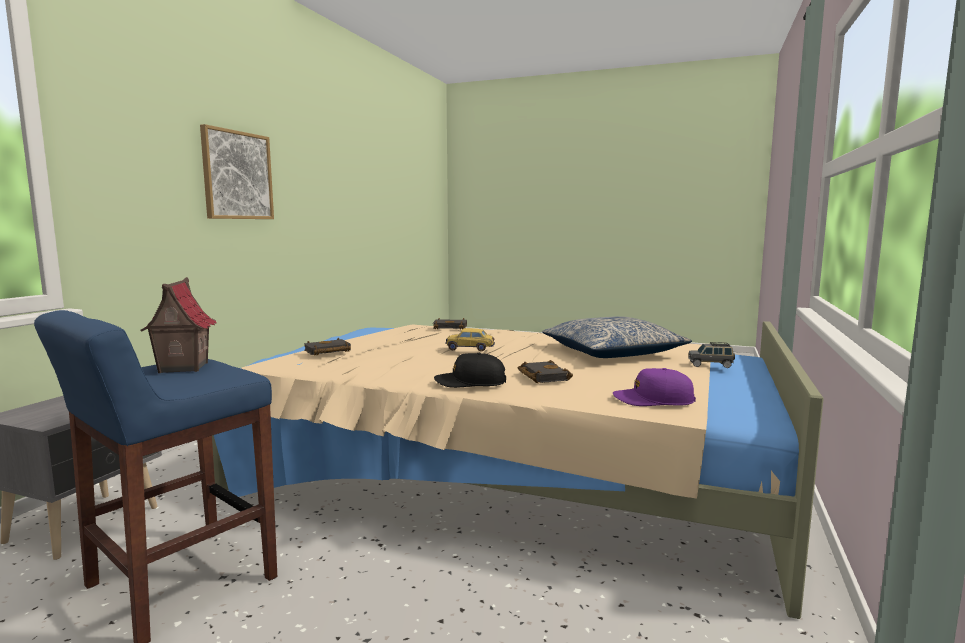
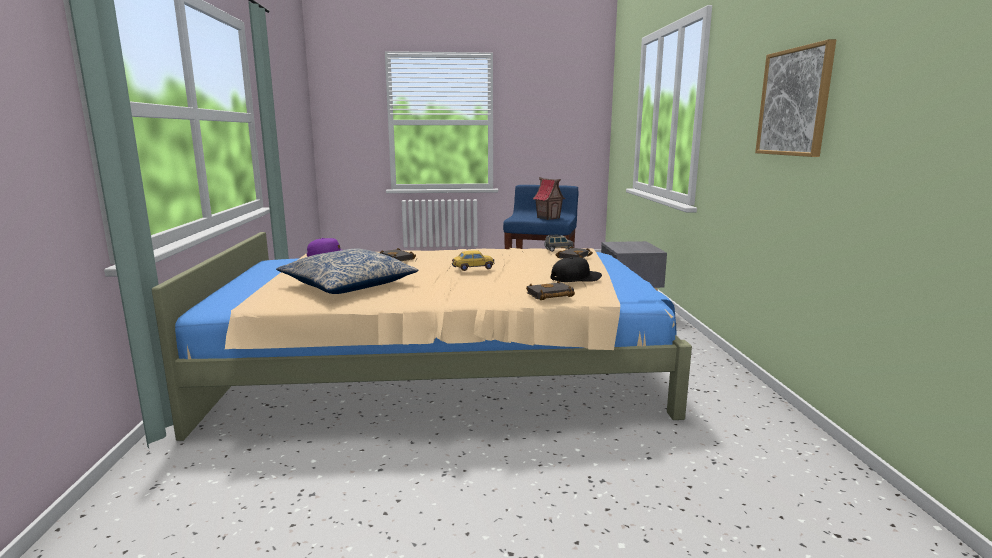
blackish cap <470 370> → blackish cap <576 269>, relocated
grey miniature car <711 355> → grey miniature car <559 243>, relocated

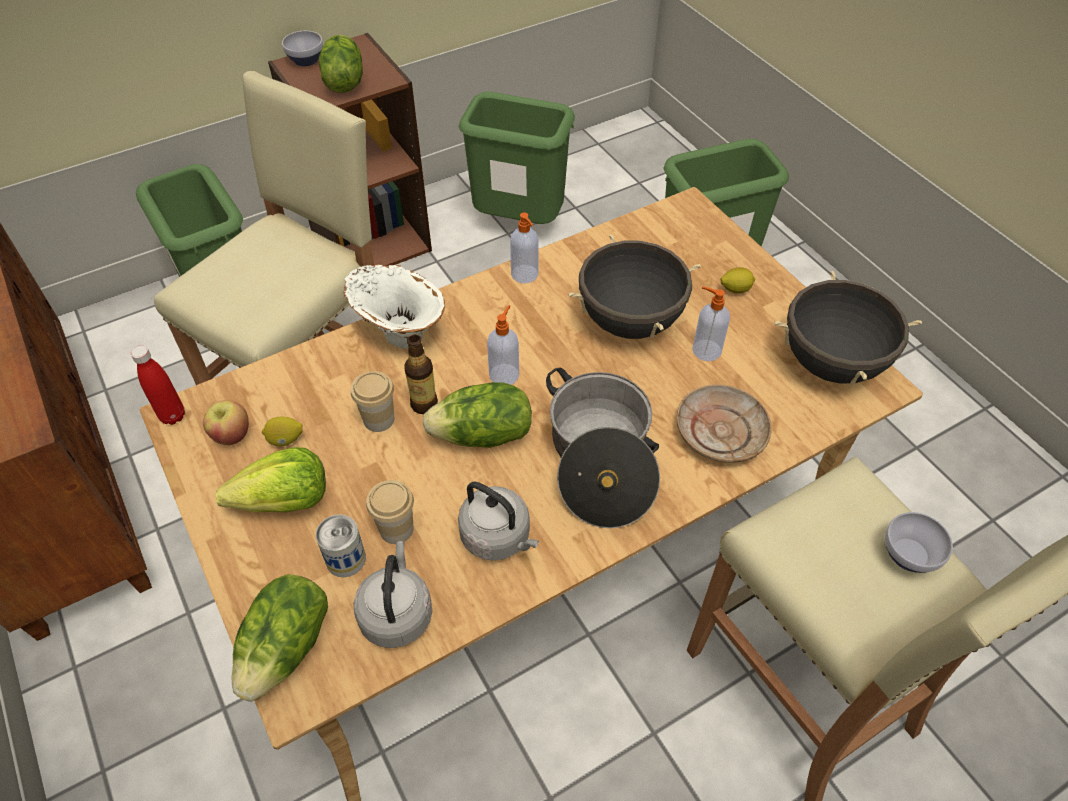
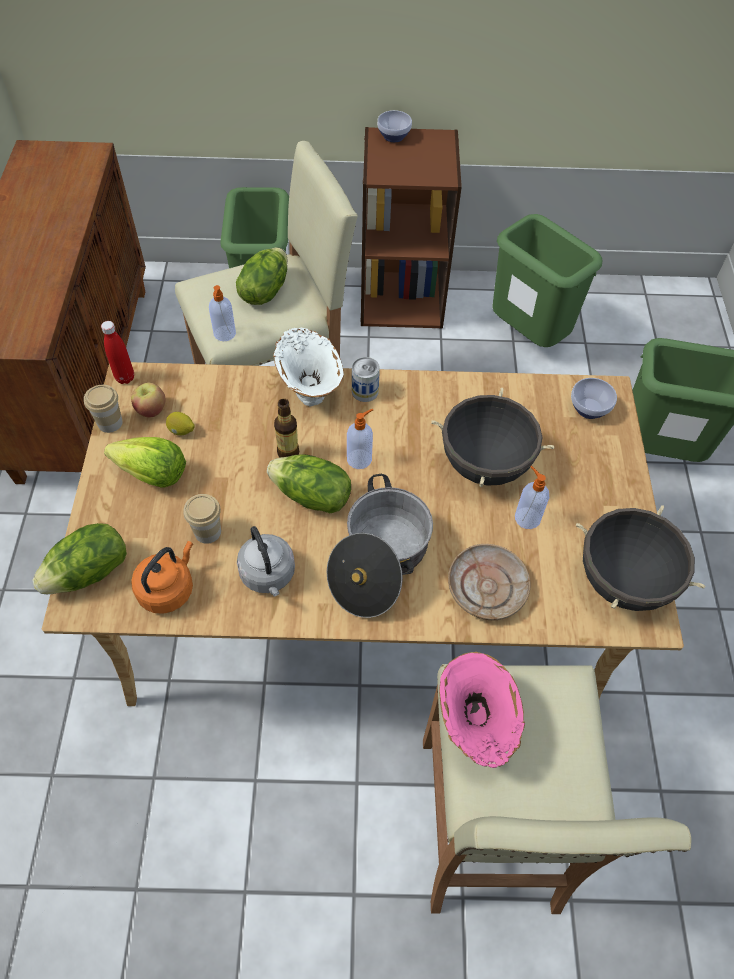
whole lemon <737 280> → -
- → pink flower vase <482 710>
can <341 545> → can <366 379>, relocated
lettuce <341 64> → lettuce <261 276>, relocated
small cup <372 401> → small cup <103 409>, relocated
liquid soap bottle <524 248> → liquid soap bottle <222 313>, relocated
serving bowl <919 542> → serving bowl <594 398>, relocated
grey water kettle <392 594> → orange-coloured water kettle <162 577>

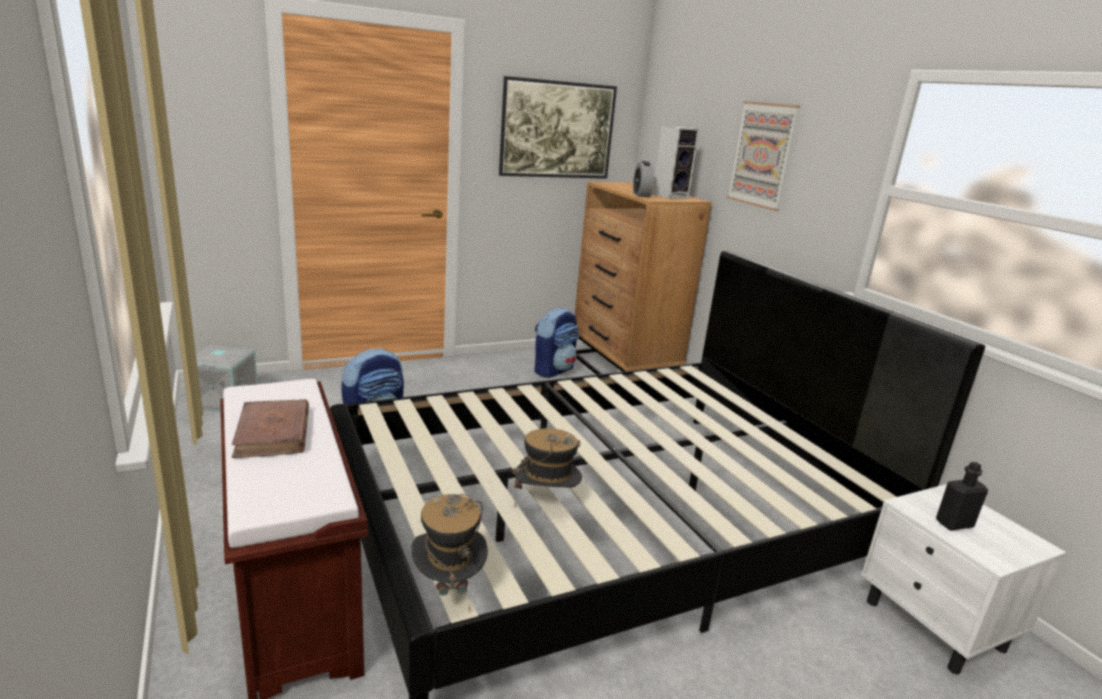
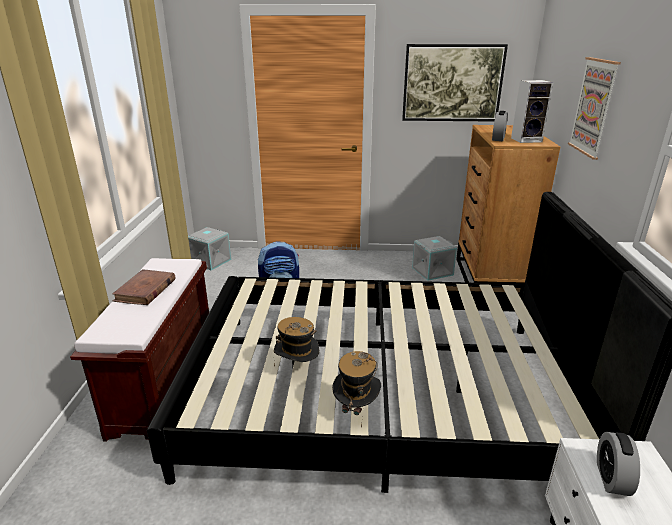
wearable hat <449 552> → wearable hat <356 389>, relocated
knapsack <556 342> → grey storage container <434 258>
blackish bottle <962 496> → bedside clock <618 464>

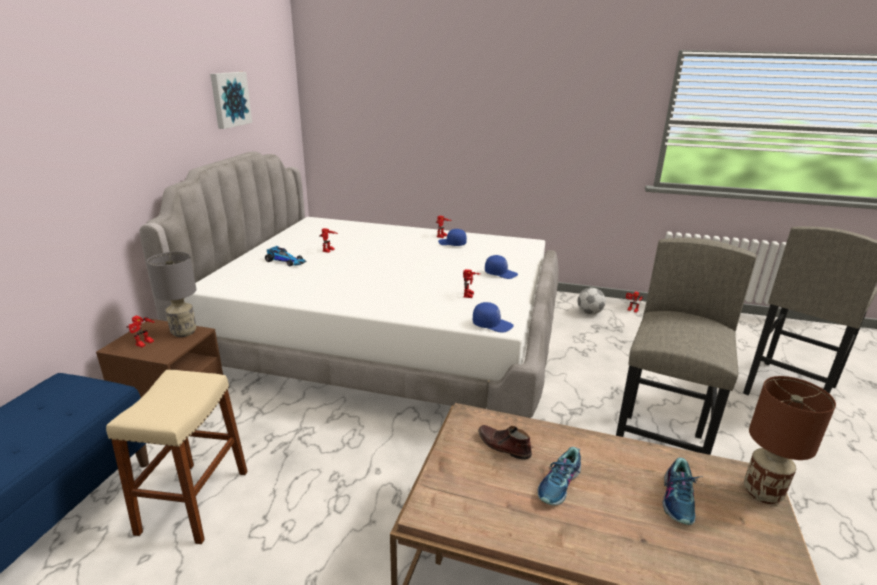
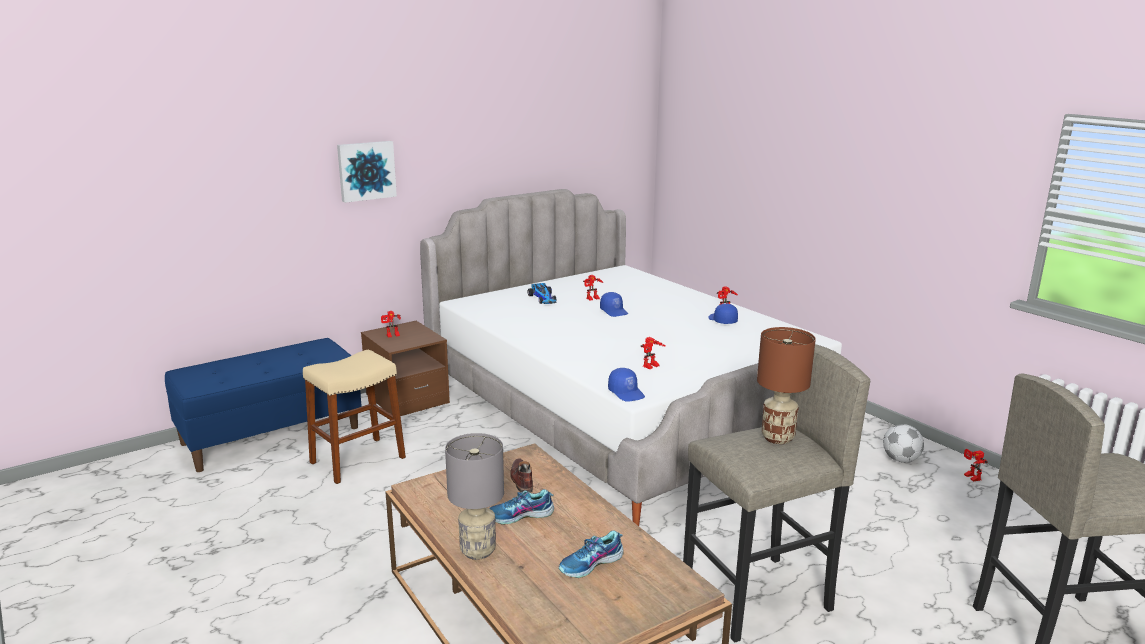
grey table lamp <171 294> → grey table lamp <474 496>, relocated
wall art <231 100> → wall art <367 172>, relocated
bluish cap <501 267> → bluish cap <614 304>, relocated
brown table lamp <790 440> → brown table lamp <786 385>, relocated

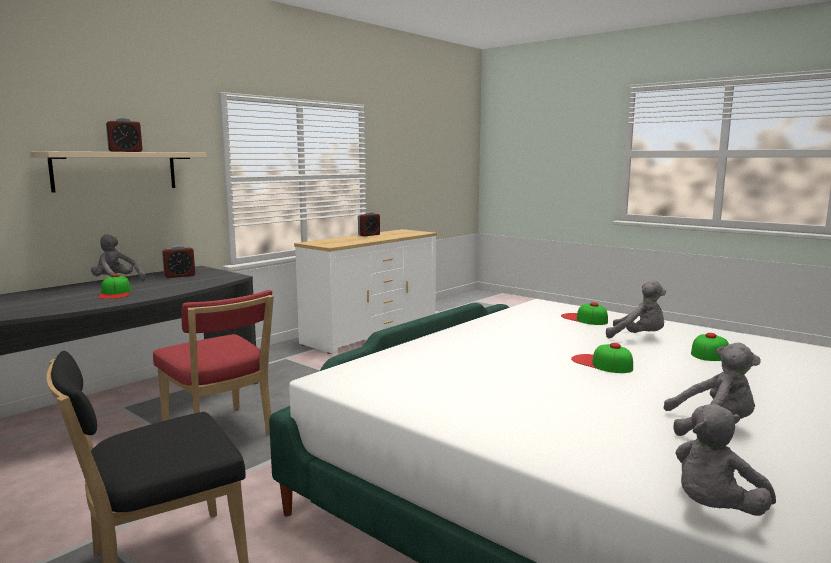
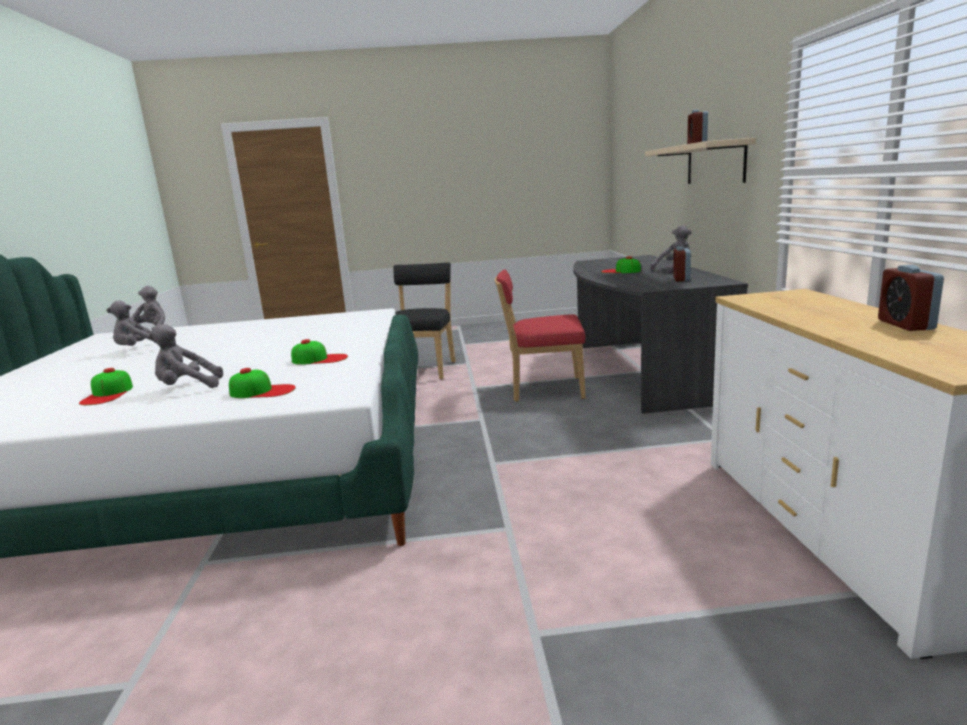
cap <602 358> → cap <319 352>, relocated

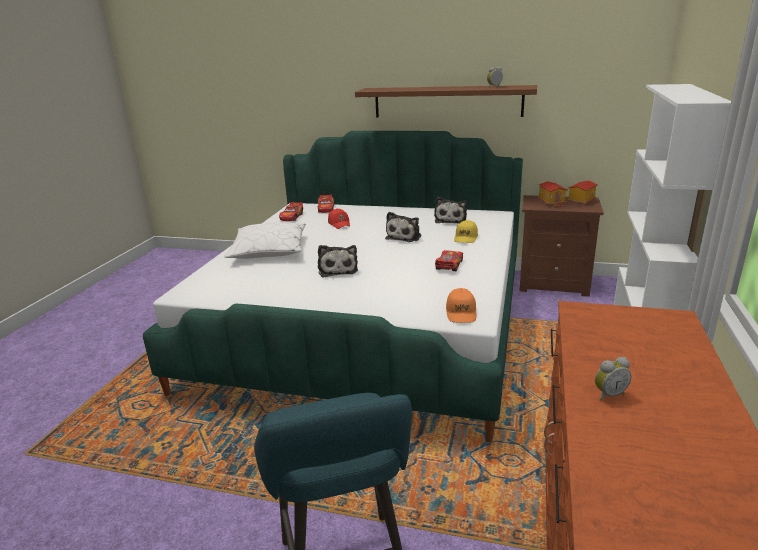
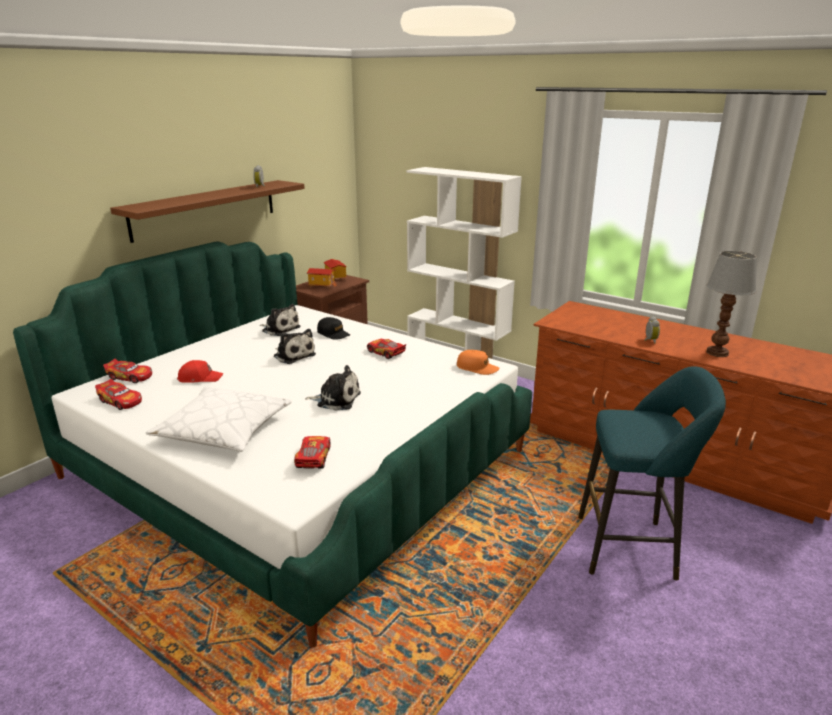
- → miniature car <312 452>
- → table lamp <731 304>
yellow cap <466 231> → blackish cap <333 328>

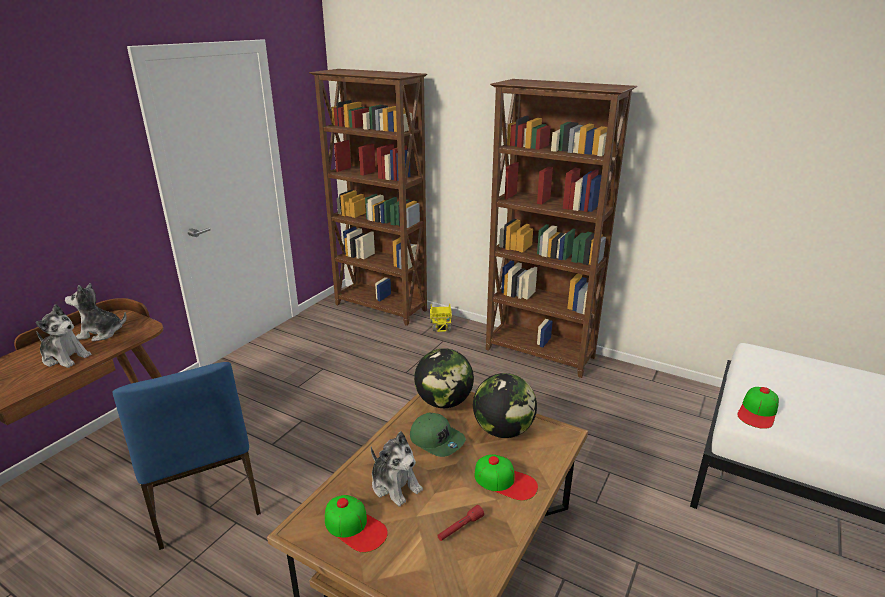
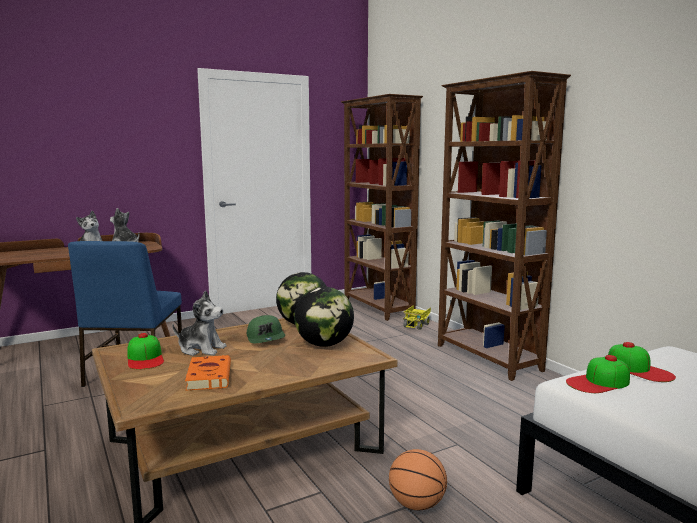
- → basketball <418 479>
cap <506 477> → cap <642 362>, relocated
red-coloured flashlight <460 523> → orange-coloured bound book <208 373>
soft toy <397 468> → soft toy <199 323>, 60 degrees counterclockwise

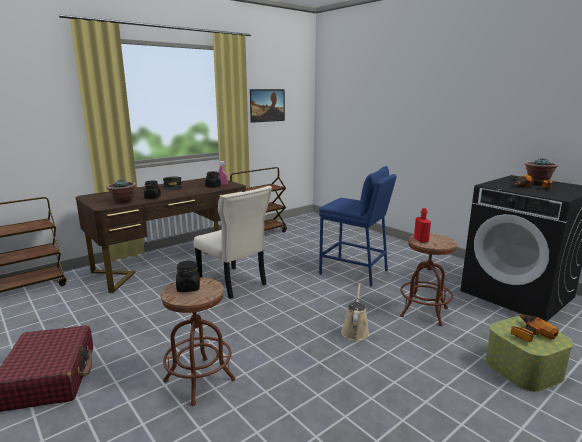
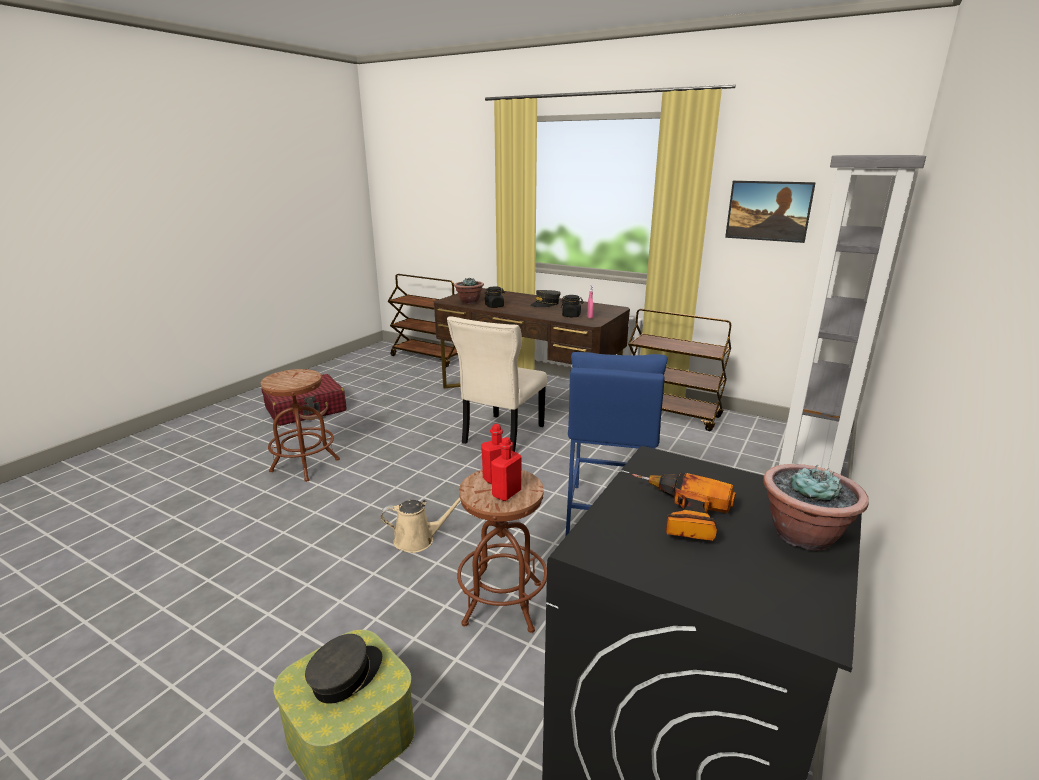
blackish storage jar <188 276> → -
- → red-coloured bottle <506 469>
- → grey shelving unit <851 315>
electric drill <535 327> → grey cap <343 669>

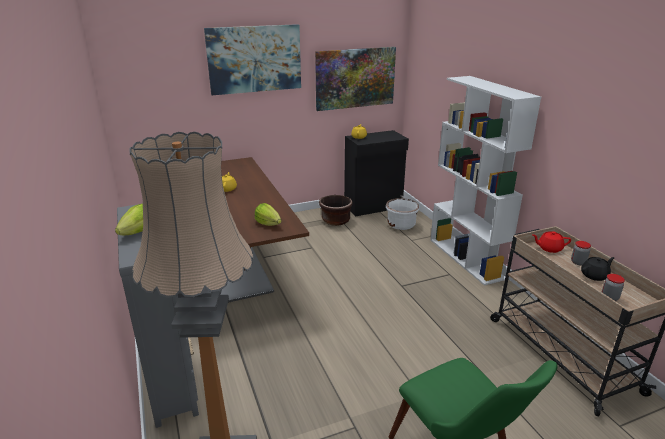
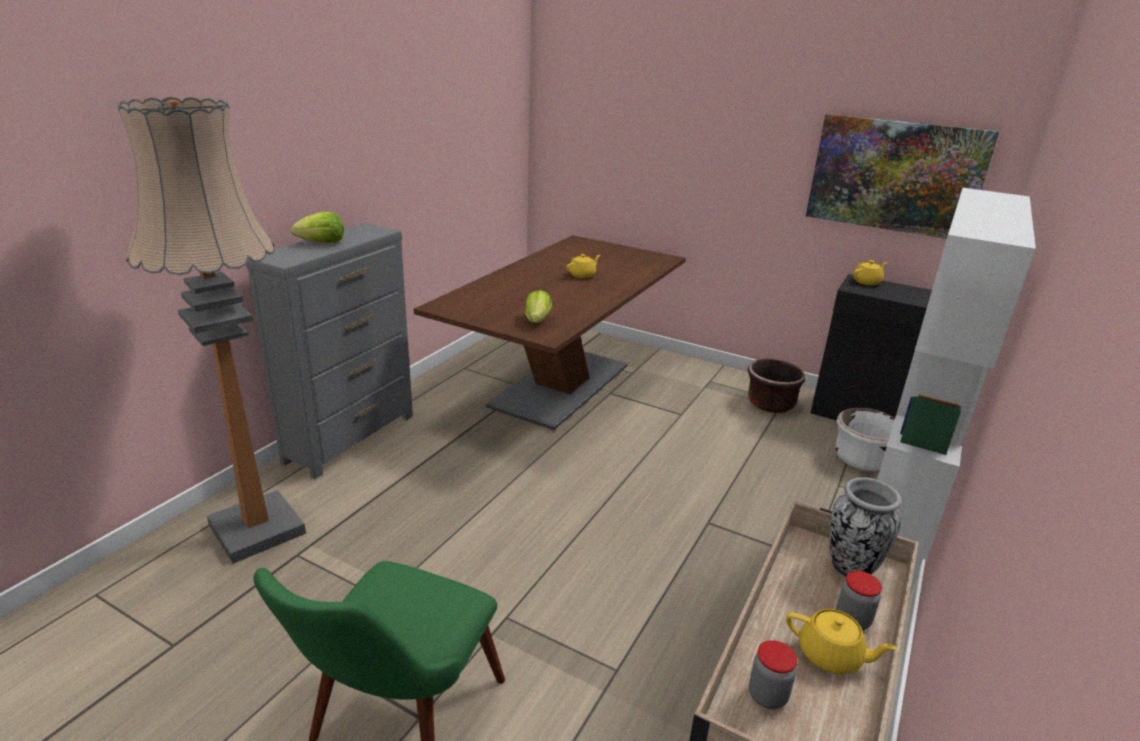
wall art <252 59> → -
red-coloured teapot <551 242> → flower vase <866 527>
blackish teapot <598 269> → yellow teapot <841 641>

